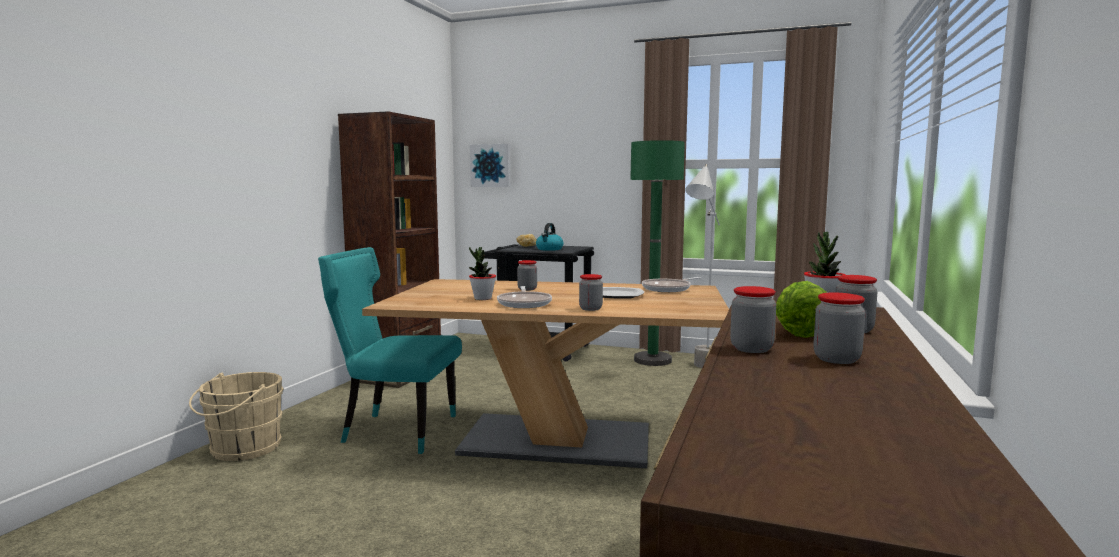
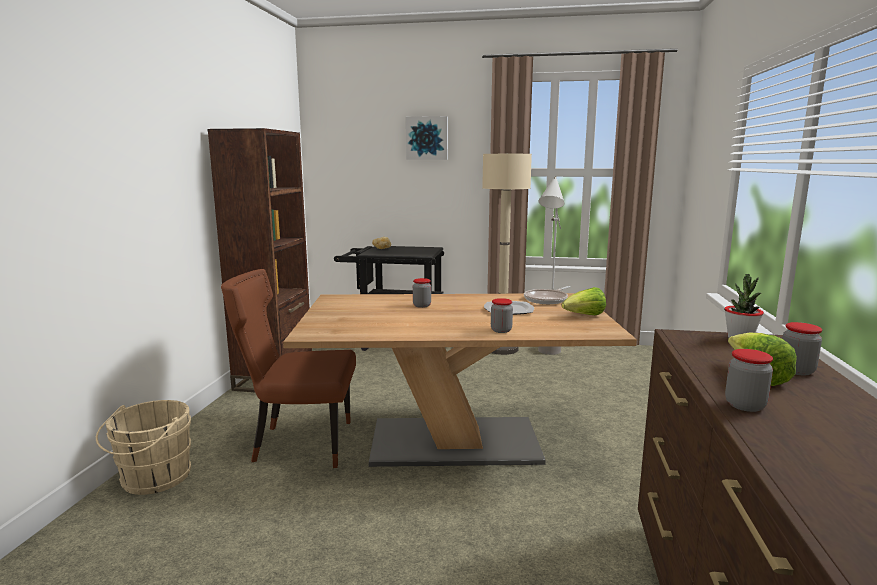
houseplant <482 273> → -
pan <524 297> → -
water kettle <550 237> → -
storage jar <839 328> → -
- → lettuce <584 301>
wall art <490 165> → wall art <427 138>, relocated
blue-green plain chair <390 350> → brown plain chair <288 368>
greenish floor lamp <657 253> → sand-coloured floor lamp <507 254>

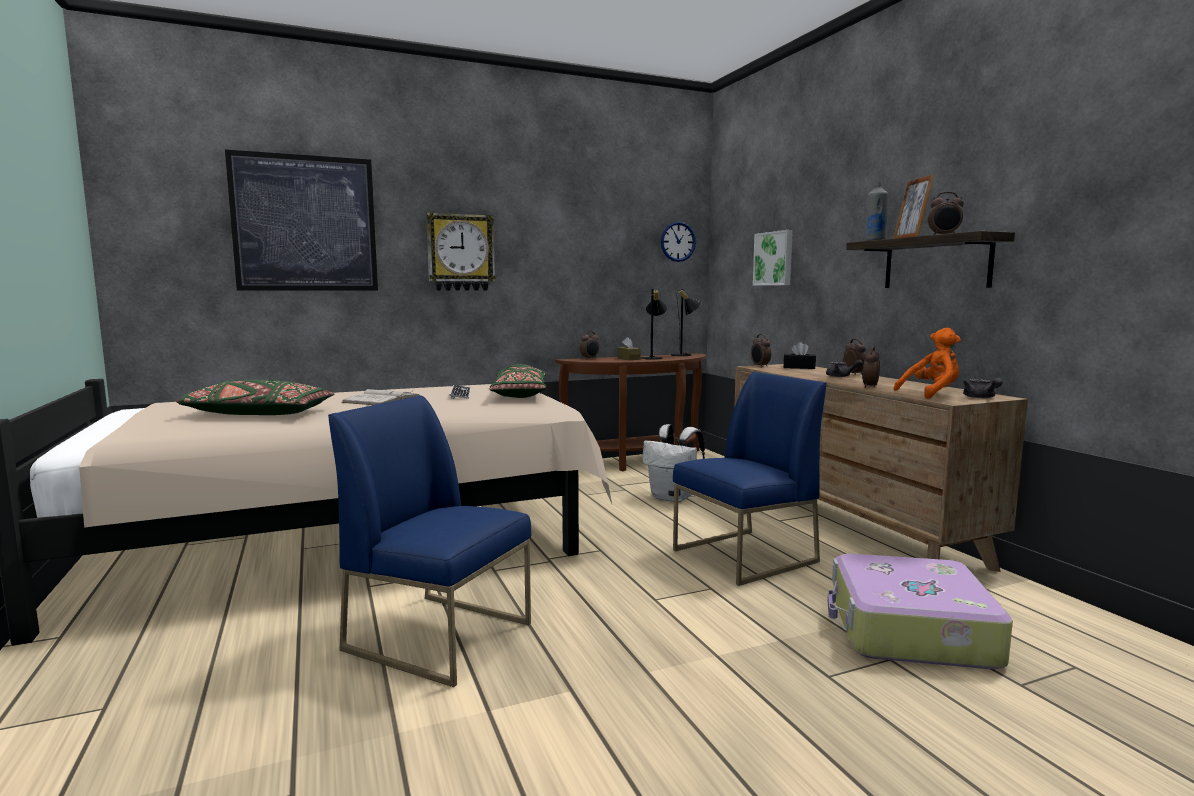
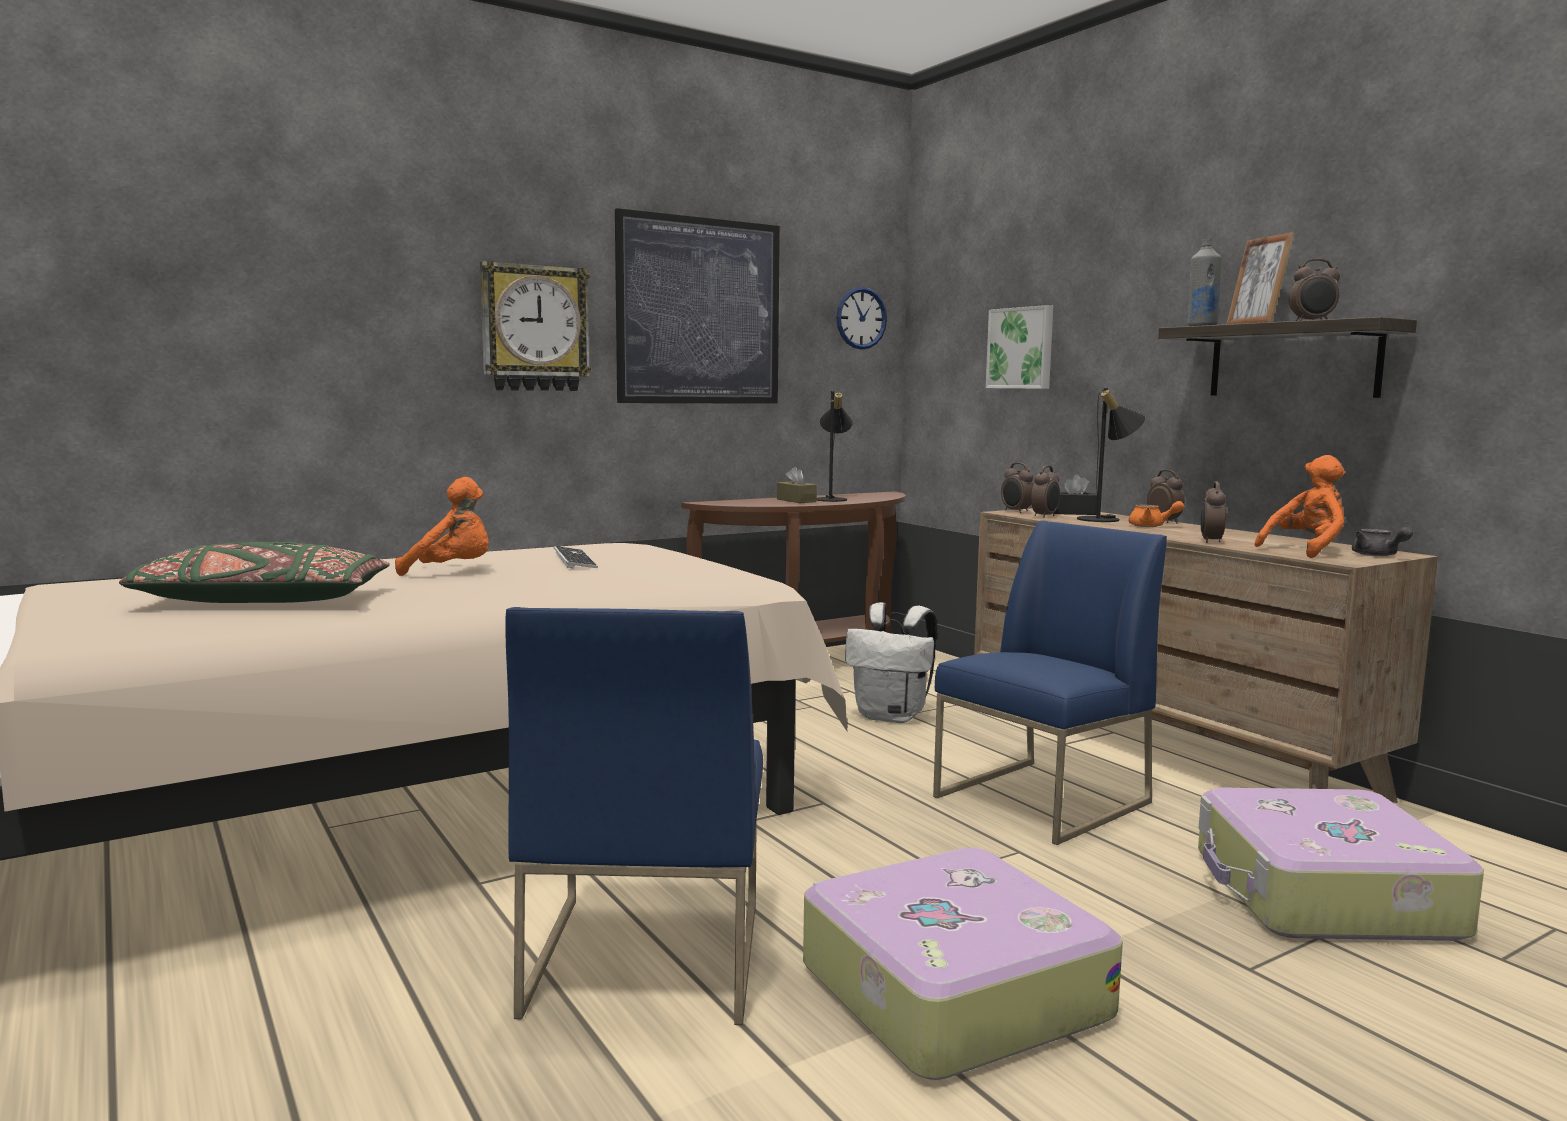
greenish throw pillow <518 381> → -
- → suitcase <963 964>
wall art <301 220> → wall art <697 306>, relocated
bedside clock <589 345> → bedside clock <1045 492>, relocated
blackish table lamp <686 322> → blackish table lamp <1111 455>, relocated
white bound book <381 397> → orange-coloured soft toy <442 526>
grey teapot <844 368> → orange-coloured teapot <1156 514>
bluish plain chair <429 541> → bluish plain chair <634 816>, 105 degrees counterclockwise

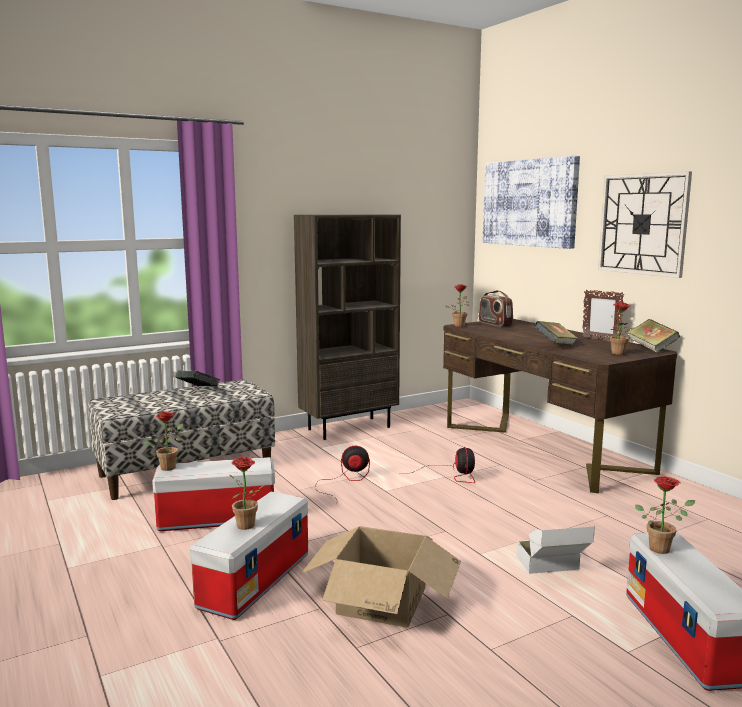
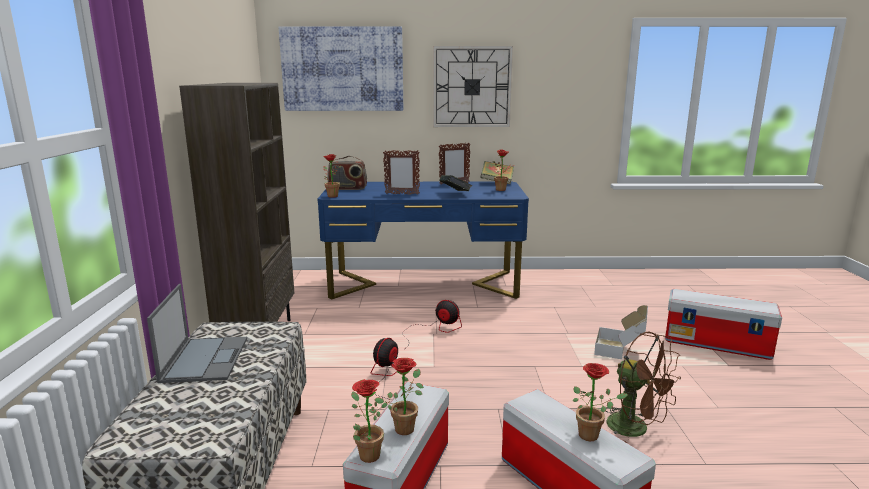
- → photo frame <401 172>
houseplant <665 515> → houseplant <399 396>, relocated
bound book <197 379> → laptop <197 333>
carton <381 577> → brown fan <643 387>
brown desk <560 406> → bluish desk <423 240>

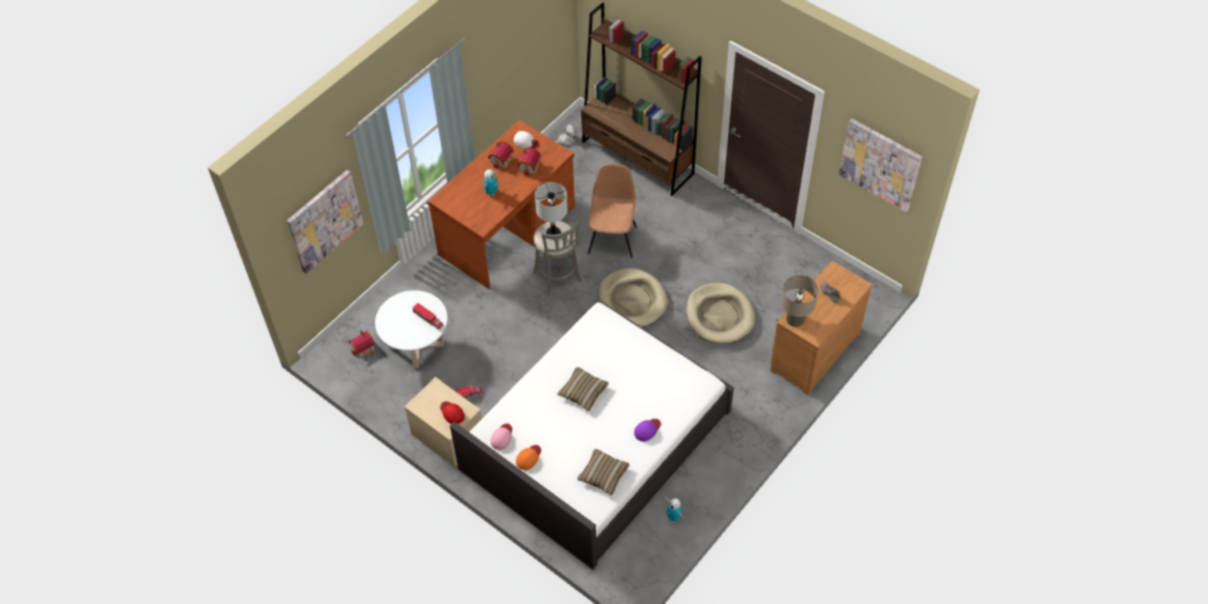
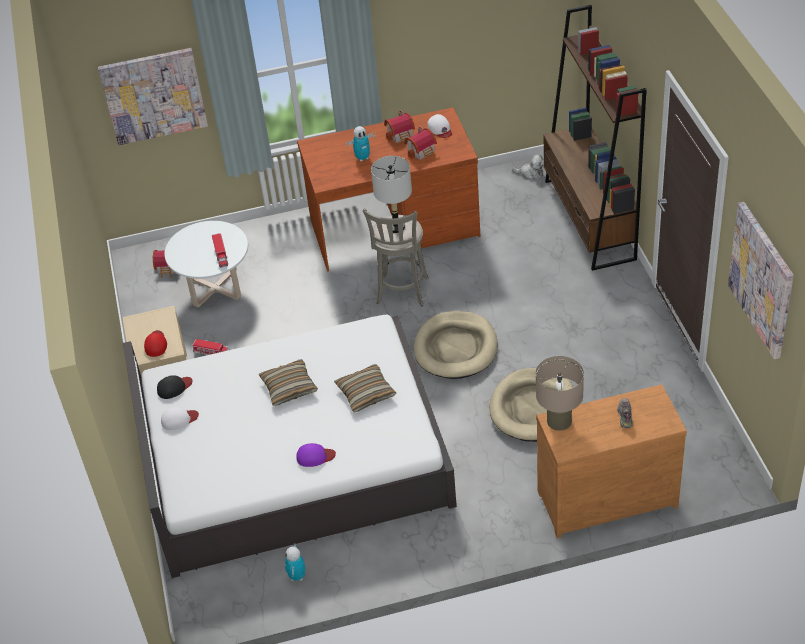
brown plain chair <612 211> → -
throw pillow <603 472> → throw pillow <365 388>, relocated
pink cap <501 436> → blackish cap <174 387>
orange-coloured cap <528 457> → white cap <180 418>

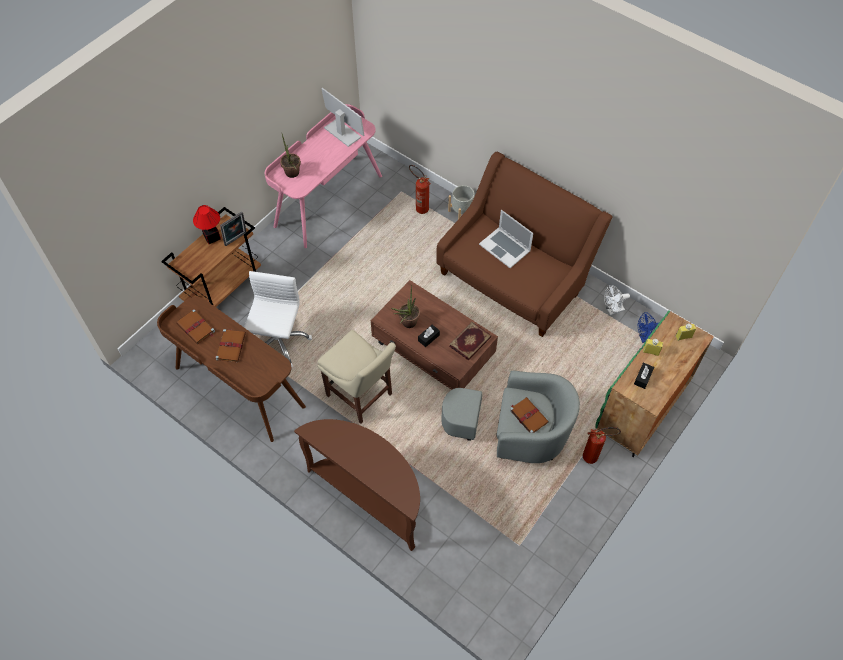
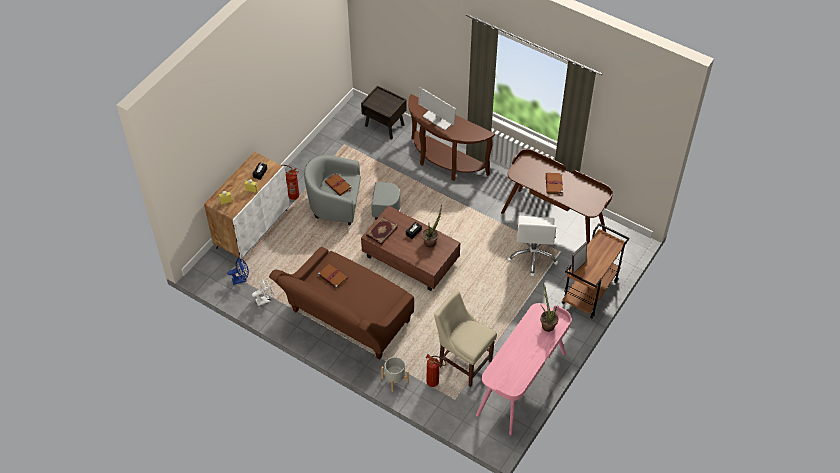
table lamp <207 224> → -
laptop <506 239> → -
- → brown night table <384 112>
brown bound book <195 326> → brown bound book <333 276>, relocated
sand-coloured plain chair <357 377> → sand-coloured plain chair <465 338>, relocated
computer display <342 117> → computer display <437 108>, relocated
greenish cabinet <654 383> → white cabinet <247 206>

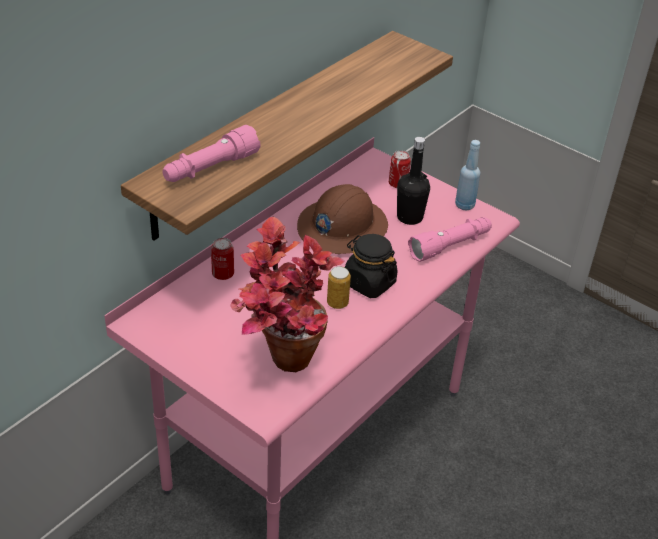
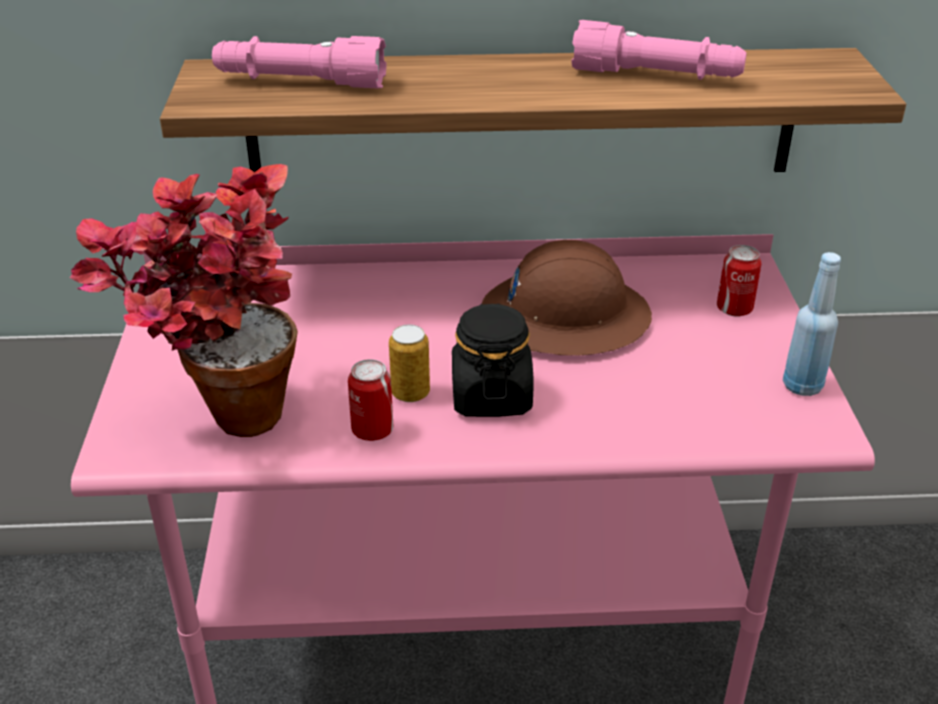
blackish bottle <413 181> → -
can <222 259> → can <370 400>, relocated
pink flashlight <450 239> → pink flashlight <659 50>, relocated

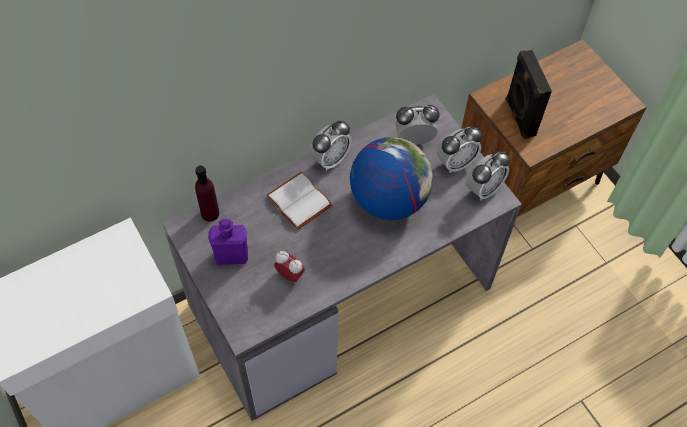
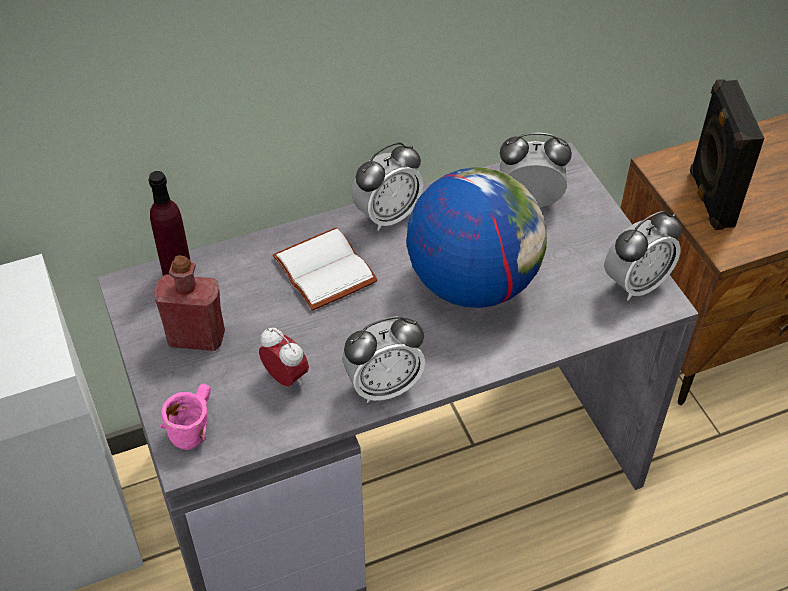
- → pink tea mug <185 417>
bedside clock <459 149> → bedside clock <384 359>, relocated
purple bottle <228 242> → red-coloured bottle <189 303>

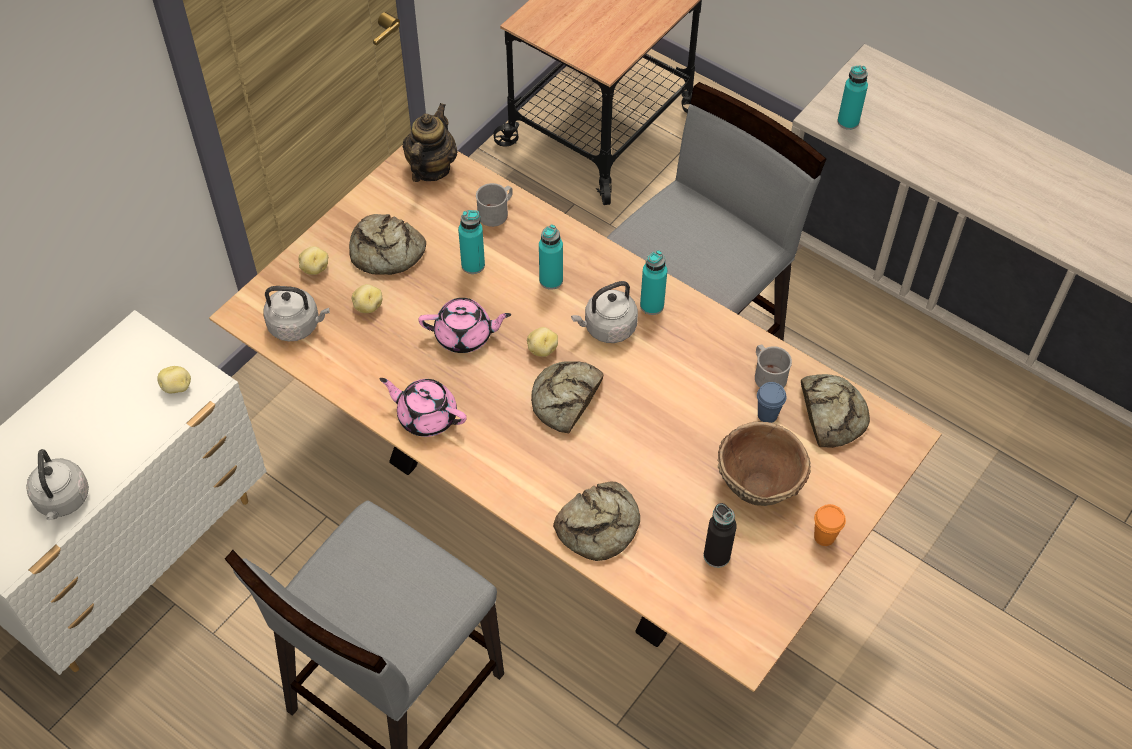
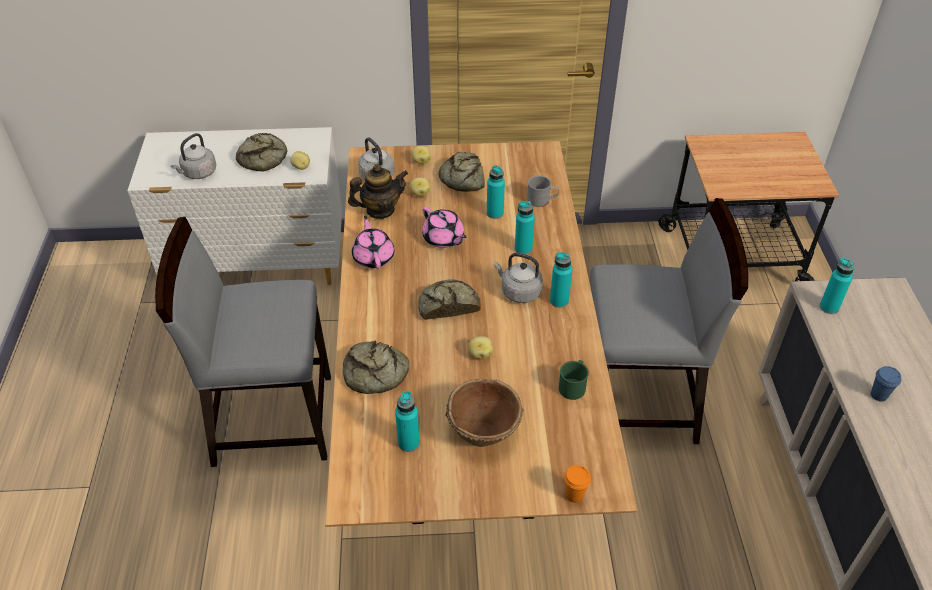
teapot <430 142> → teapot <378 191>, relocated
potato <542 342> → potato <480 347>, relocated
bluish small cup <772 402> → bluish small cup <886 384>, relocated
baked bread <835 411> → baked bread <261 152>, relocated
orange-coloured small cup <830 525> → orange-coloured small cup <577 484>, relocated
blackish bottle <720 535> → blue-green bottle <407 421>
grey tea mug <773 366> → greenish tea mug <574 380>

